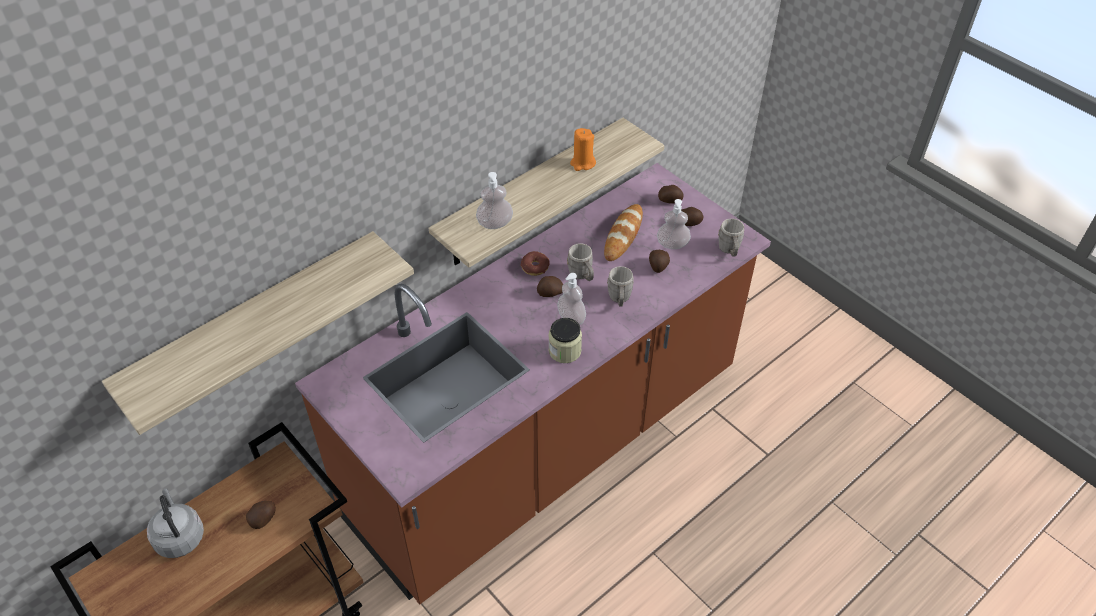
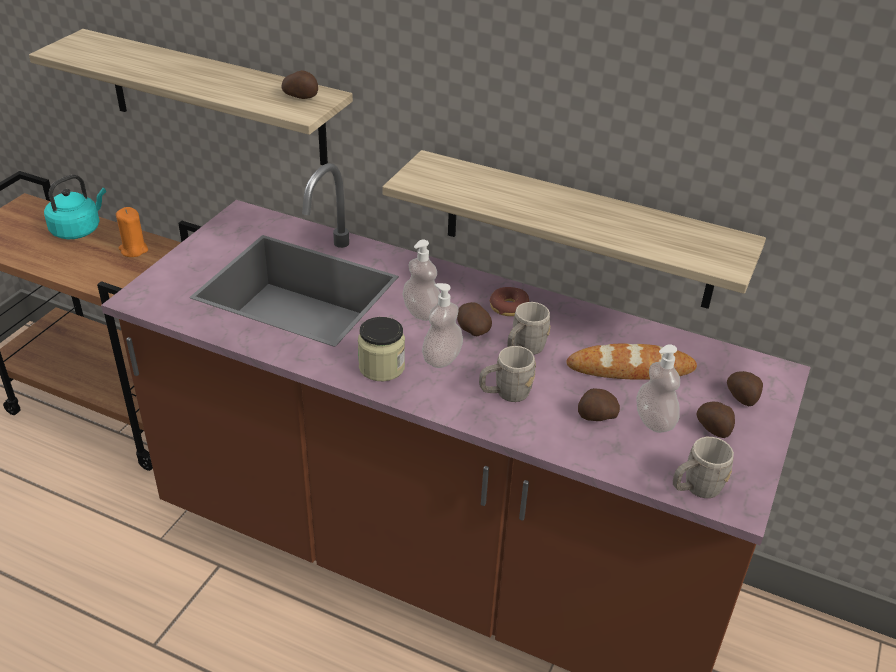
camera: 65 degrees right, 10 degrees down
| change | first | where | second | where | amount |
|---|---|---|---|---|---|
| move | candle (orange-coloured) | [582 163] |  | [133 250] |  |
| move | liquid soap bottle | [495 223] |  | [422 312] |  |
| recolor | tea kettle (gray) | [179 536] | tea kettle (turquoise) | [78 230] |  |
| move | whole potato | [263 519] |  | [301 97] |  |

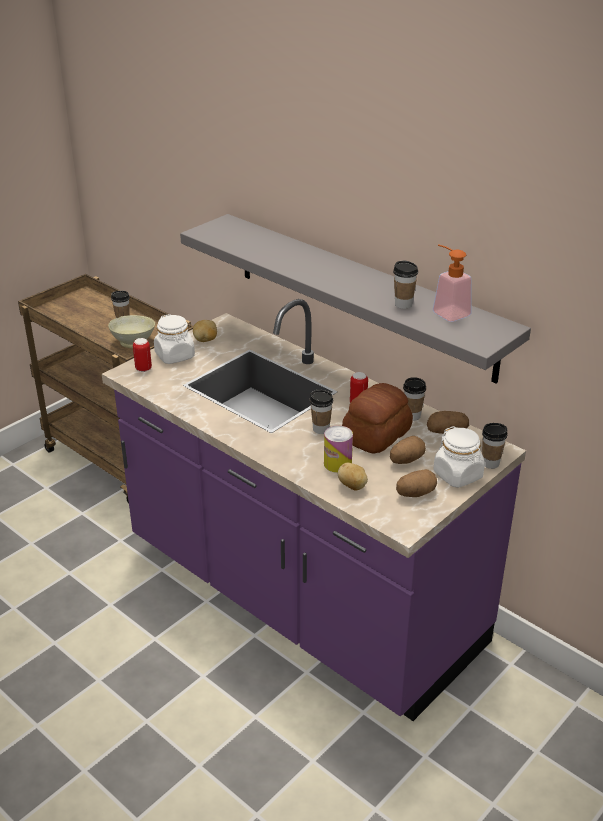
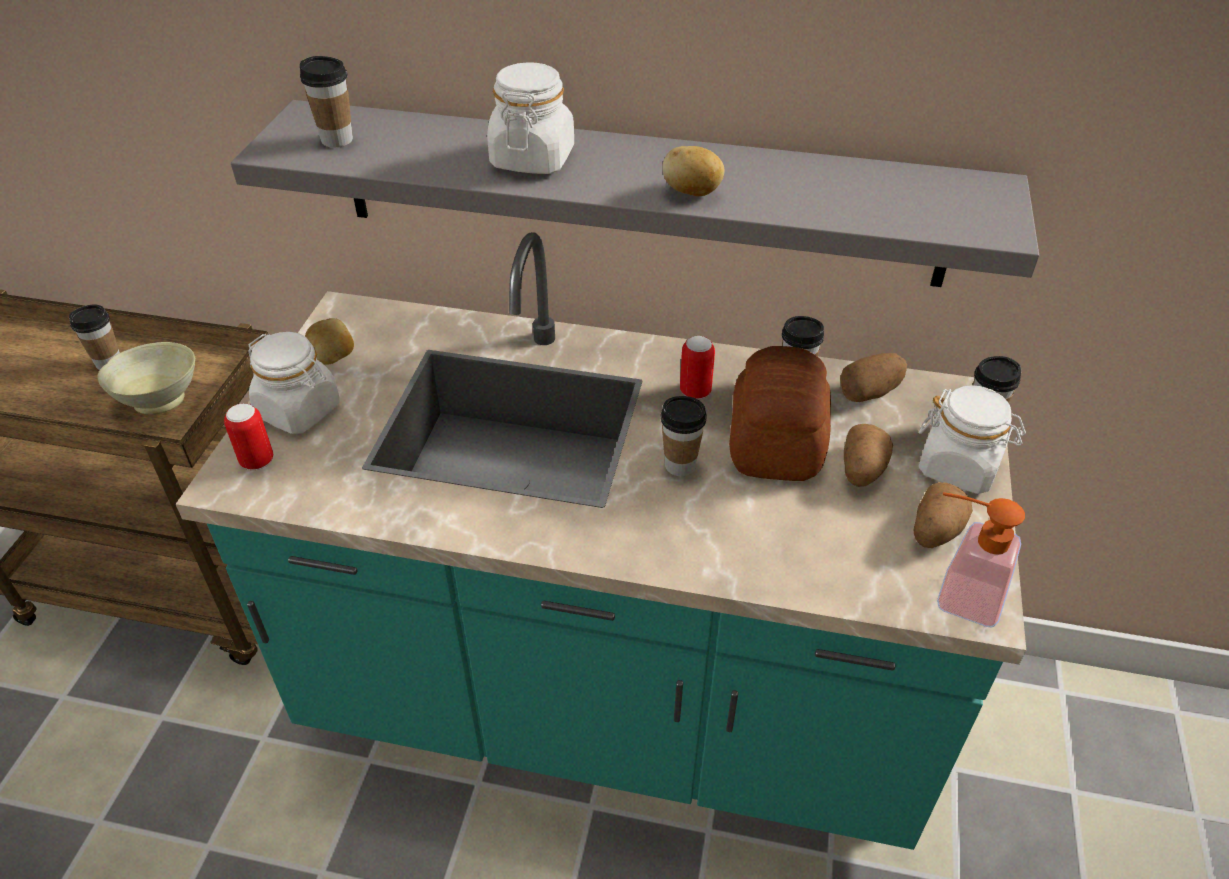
camera: 30 degrees left, 10 degrees up
| change | first | where | second | where | amount |
|---|---|---|---|---|---|
| move | liquid soap bottle | [447 311] |  | [956 595] |  |
| move | small cup | [403 304] |  | [337 140] |  |
| recolor | kitchen base unit (purple-coloured) | [301 596] | kitchen base unit (turquoise) | [614 701] |  |
| delete | sealed can | [337 464] |  |  |  |
| move | whole potato | [352 486] |  | [692 192] |  |
| insert |  |  | preserve jar (white-coloured) | [532 158] |  |

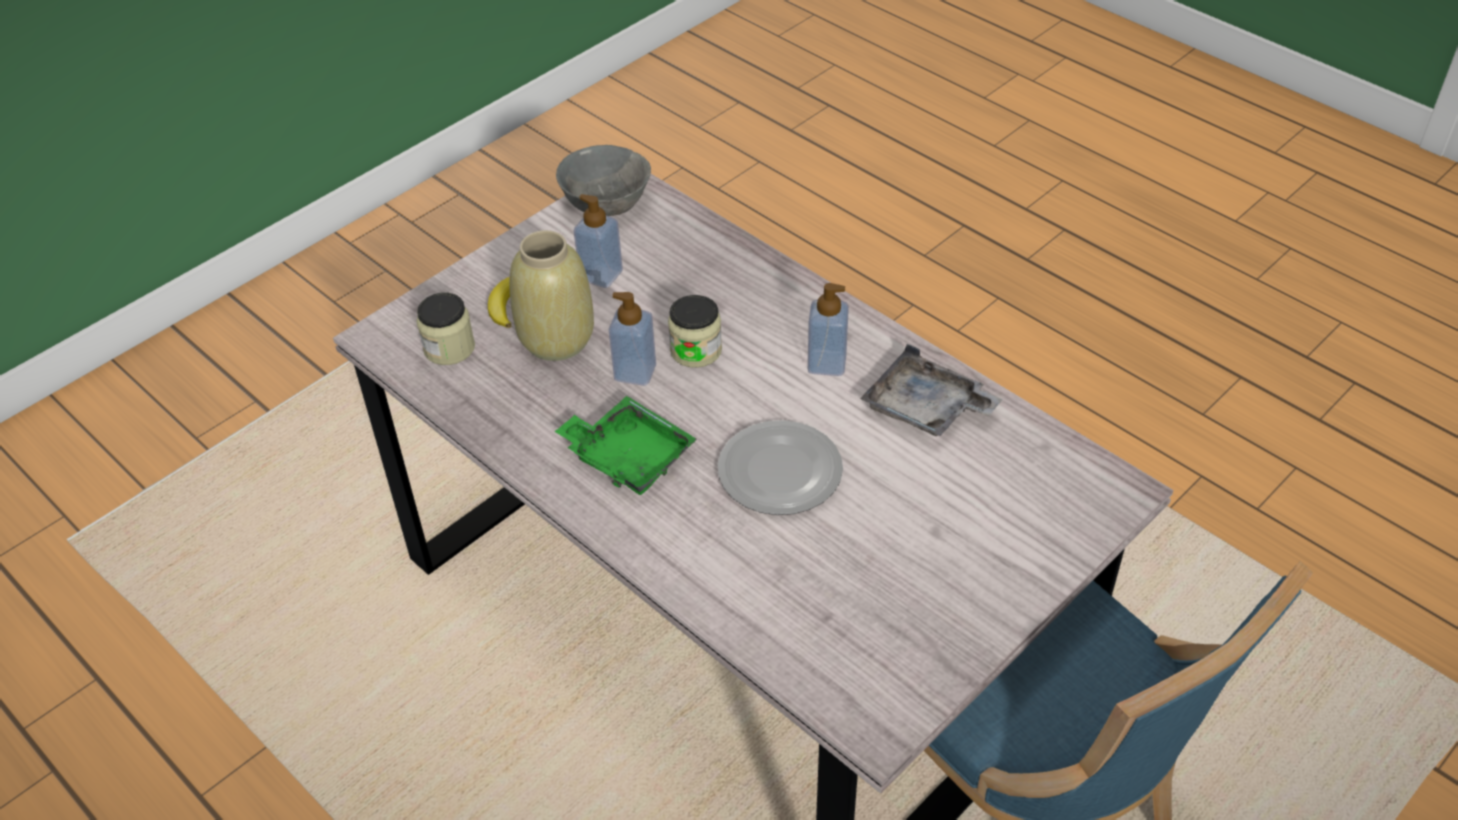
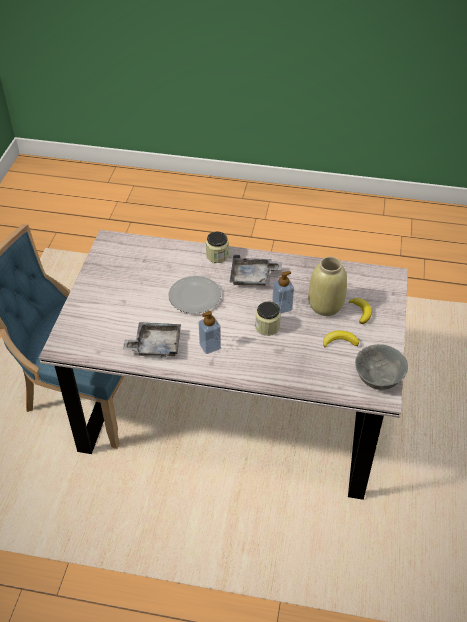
camera: 145 degrees right, 0 degrees up
| change | first | where | second | where | amount |
|---|---|---|---|---|---|
| replace | liquid soap bottle | [601 275] | banana | [340 341] |  |
| move | preserve jar | [449 348] |  | [217 256] |  |
| recolor | tray (greenish) | [628 457] | tray (gray) | [253 277] |  |

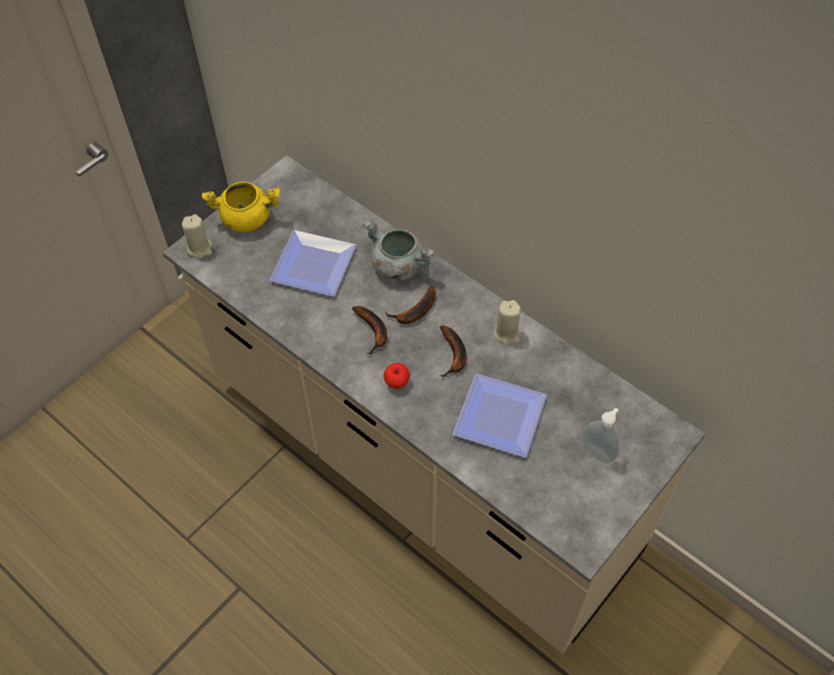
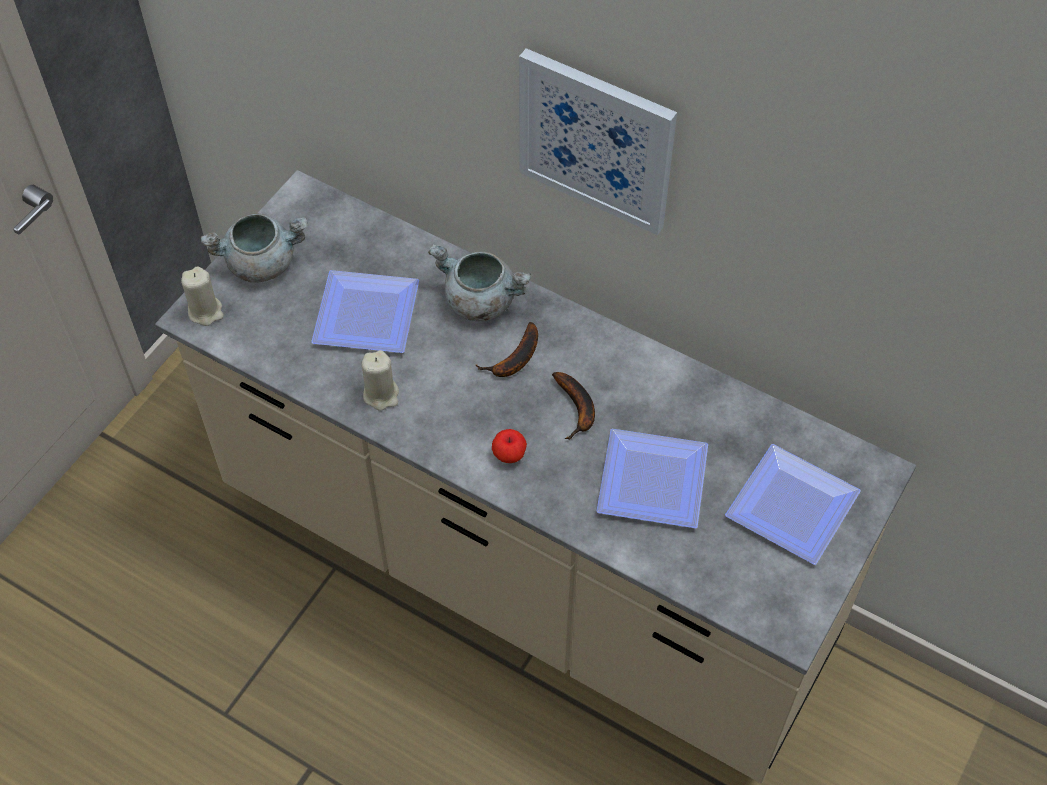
camera: 10 degrees left, 0 degrees up
| change | first | where | second | where | amount |
|---|---|---|---|---|---|
| recolor | saucepot (yellow) | [247 218] | saucepot (gray) | [261 263] |  |
| move | candle (sand-coloured) | [507 333] |  | [381 394] |  |
| delete | banana | [373 331] |  |  |  |
| replace | liquid soap bottle | [598 452] | flat dish | [787 507] |  |
| insert |  |  | wall art | [596 140] |  |

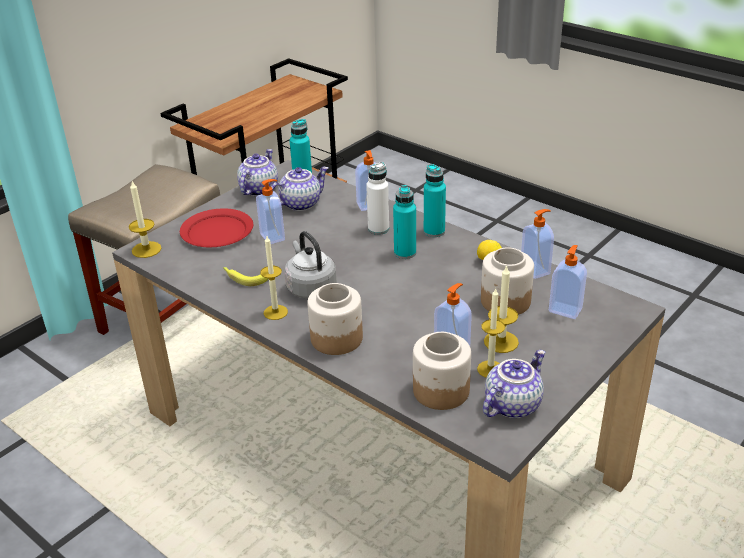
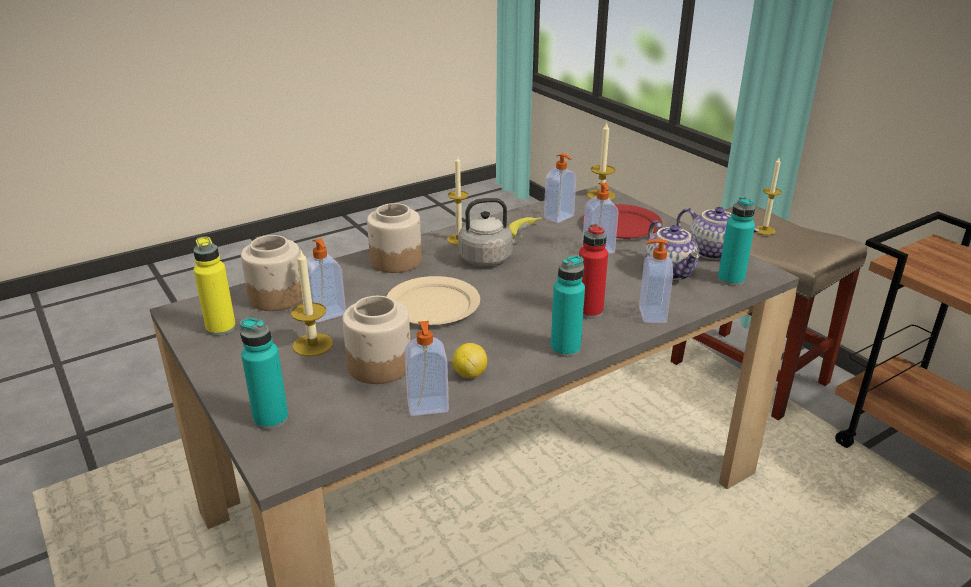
camera: 105 degrees right, 5 degrees down
| change | first | where | second | where | amount |
|---|---|---|---|---|---|
| recolor | bottle (white-coloured) | [378 229] | bottle (red-coloured) | [589 311] |  |
| move | bottle (turquoise) | [405 253] |  | [271 419] |  |
| move | liquid soap bottle | [565 310] |  | [559 217] |  |
| move | candle | [490 369] |  | [764 230] |  |
| replace | pot for tea | [511 404] | bottle (yellow) | [221 328] |  |
| insert |  |  | flat dish (sand-coloured) | [432 305] |  |

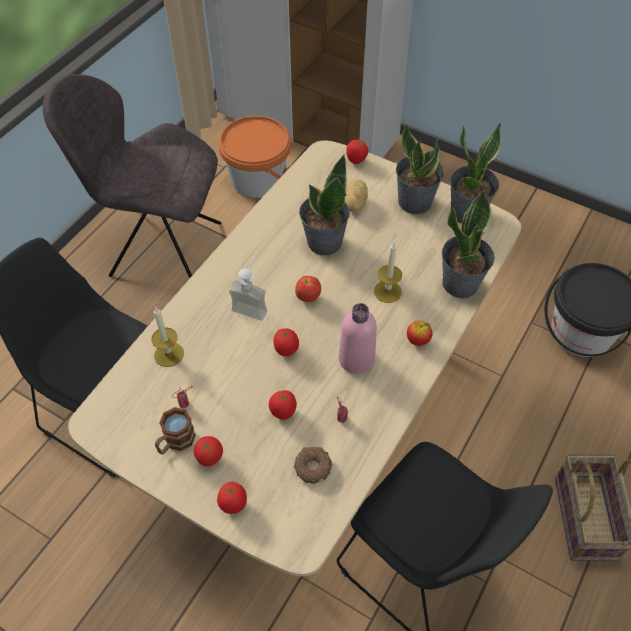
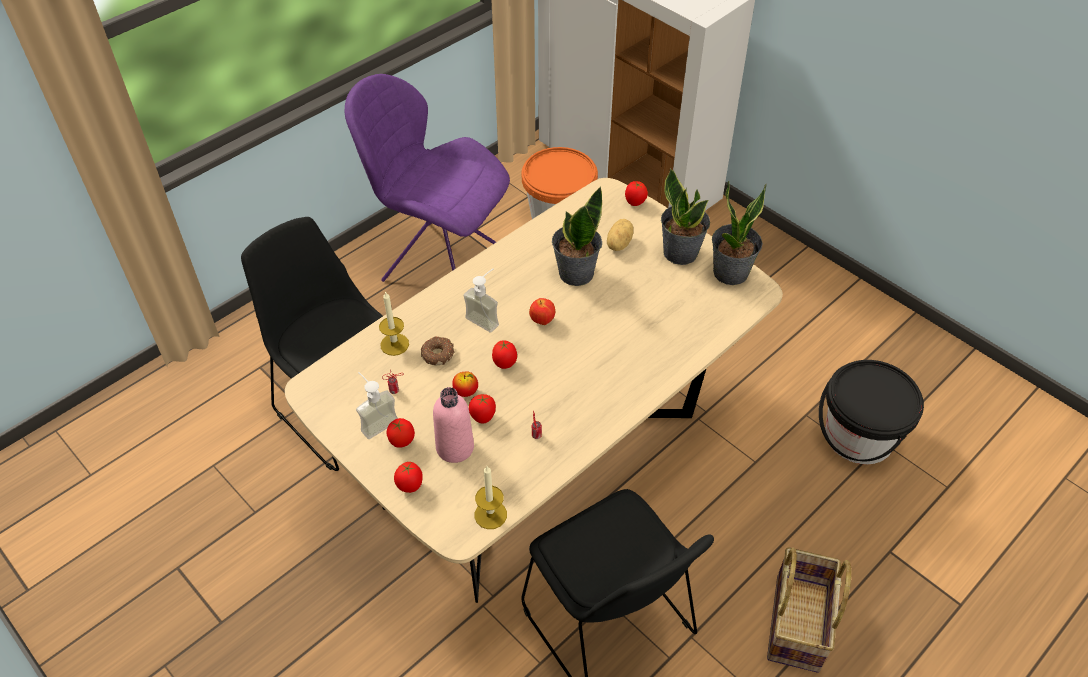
camera: 15 degrees right, 5 degrees down
| change | first | where | second | where | amount |
|---|---|---|---|---|---|
| recolor | upright chair (gray) | [161 248] | upright chair (purple-coloured) | [441 264] |  |
| delete | houseplant | [461 284] |  |  |  |
| move | candle | [387 291] |  | [490 514] |  |
| move | bottle (pink) | [356 359] |  | [455 447] |  |
| move | apple fruit | [418 340] |  | [466 392] |  |
| replace | coffee mug | [175 442] | liquid soap bottle | [375 421] |  |
| move | doughnut | [312 467] |  | [438 354] |  |

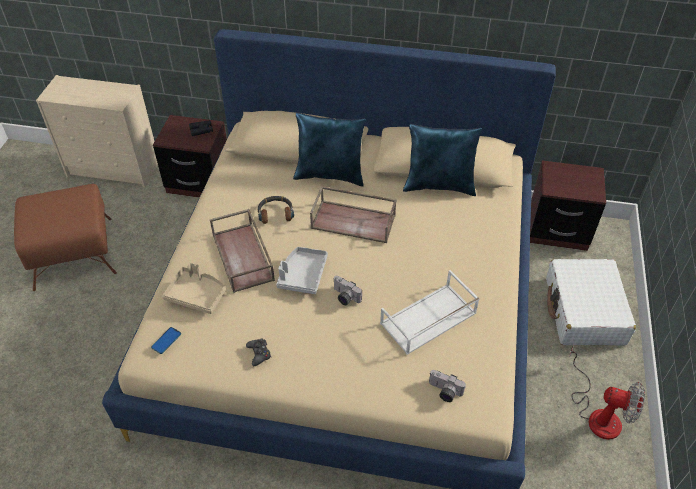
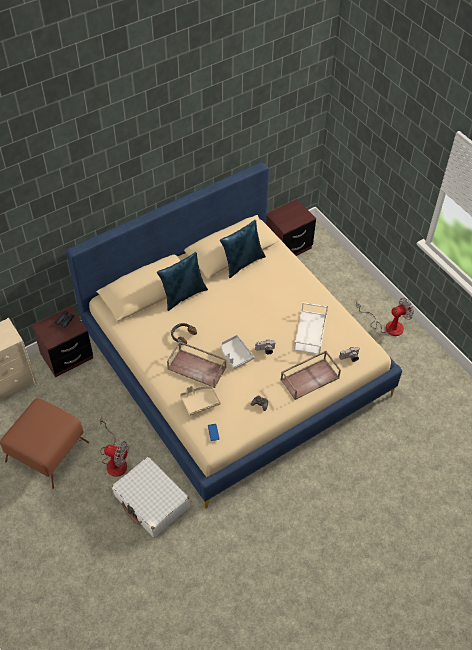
camera: 45 degrees left, 5 degrees up
| change | first | where | second | where | amount |
|---|---|---|---|---|---|
| move | tray (brown-coloured) | [354 221] |  | [310 378] |  |
| move | suitcase (white-coloured) | [584 311] |  | [152 502] |  |
| insert |  |  | cooling fan | [114 460] |  |

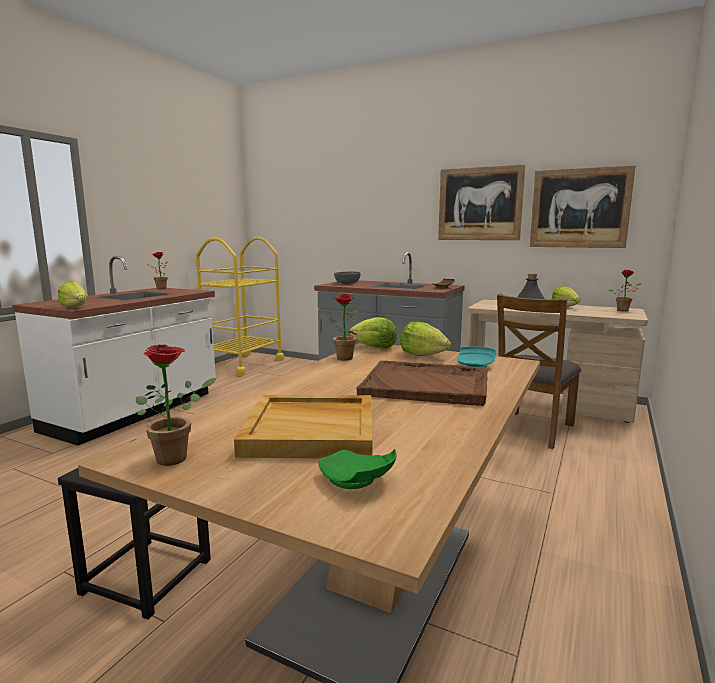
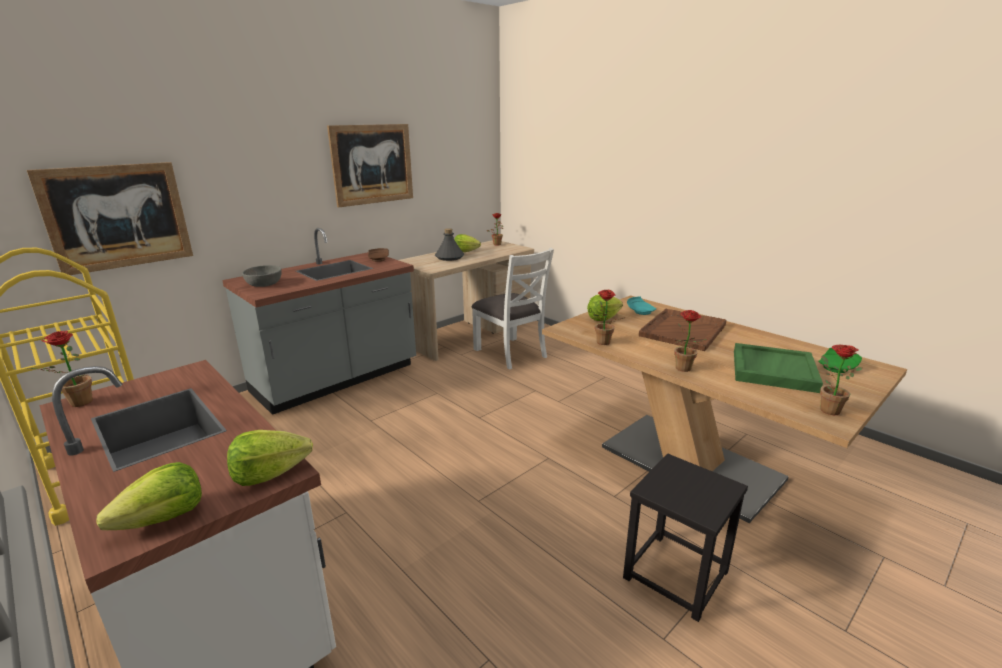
camera: 70 degrees left, 10 degrees up
| change | first | where | second | where | amount |
|---|---|---|---|---|---|
| move | wall art | [579 208] |  | [118 217] |  |
| recolor | upright chair (brown-coloured) | [531 429] | upright chair (white-coloured) | [511 353] |  |
| move | head of lettuce | [374 347] |  | [164 519] |  |
| recolor | tray (sand-coloured) | [312 430] | tray (greenish) | [772 370] |  |
| insert |  |  | houseplant | [684 370] |  |

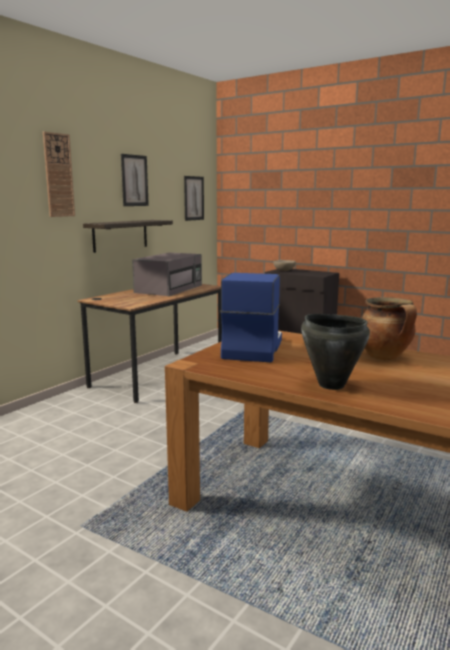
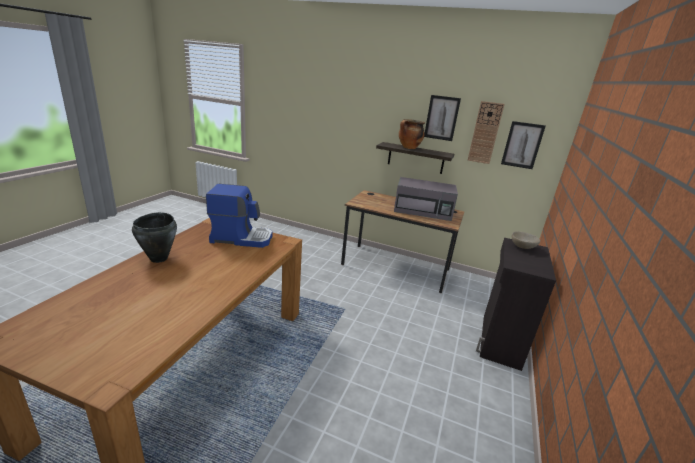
camera: 75 degrees right, 10 degrees up
| change | first | where | second | where | amount |
|---|---|---|---|---|---|
| move | clock on the wall | [58 175] |  | [485 133] |  |
| move | saucepot | [385 357] |  | [409 148] |  |

